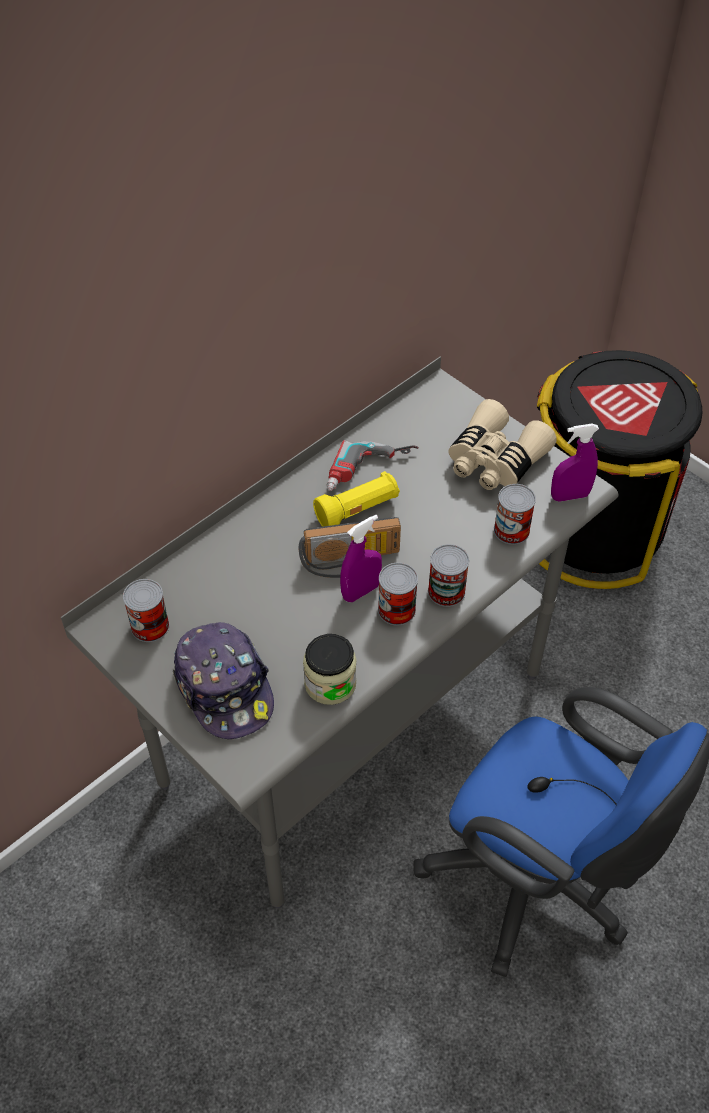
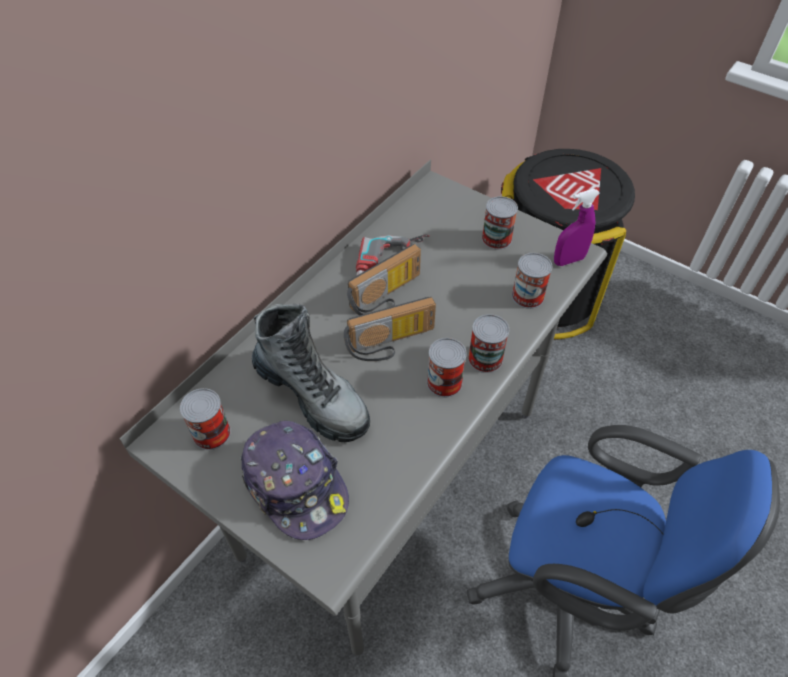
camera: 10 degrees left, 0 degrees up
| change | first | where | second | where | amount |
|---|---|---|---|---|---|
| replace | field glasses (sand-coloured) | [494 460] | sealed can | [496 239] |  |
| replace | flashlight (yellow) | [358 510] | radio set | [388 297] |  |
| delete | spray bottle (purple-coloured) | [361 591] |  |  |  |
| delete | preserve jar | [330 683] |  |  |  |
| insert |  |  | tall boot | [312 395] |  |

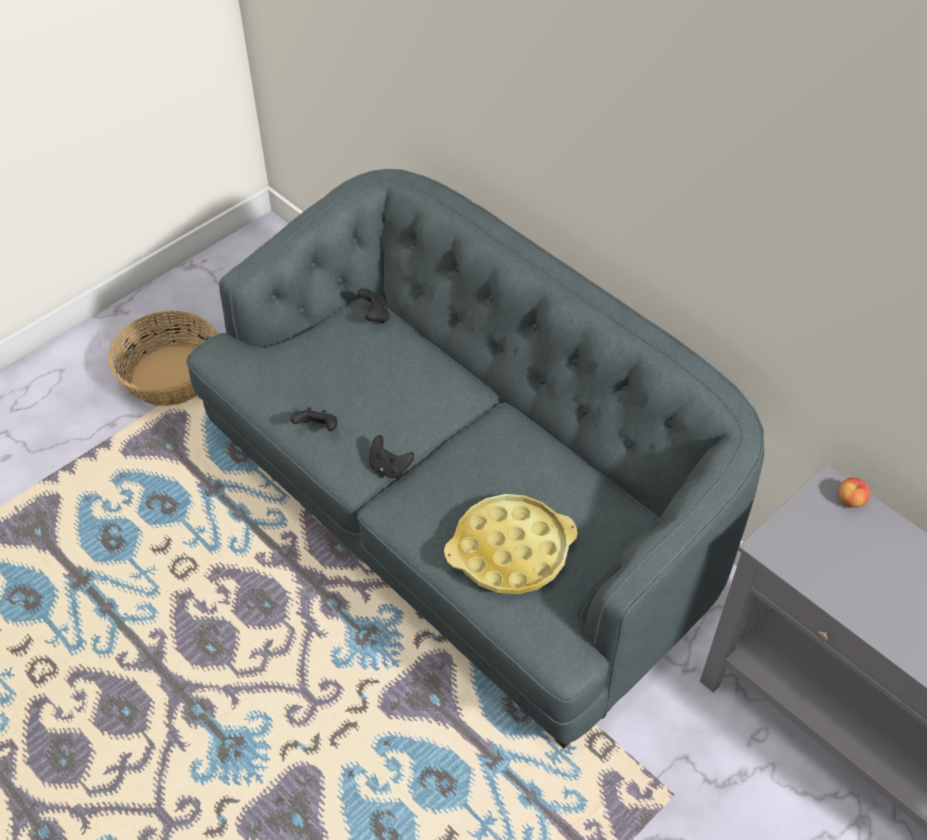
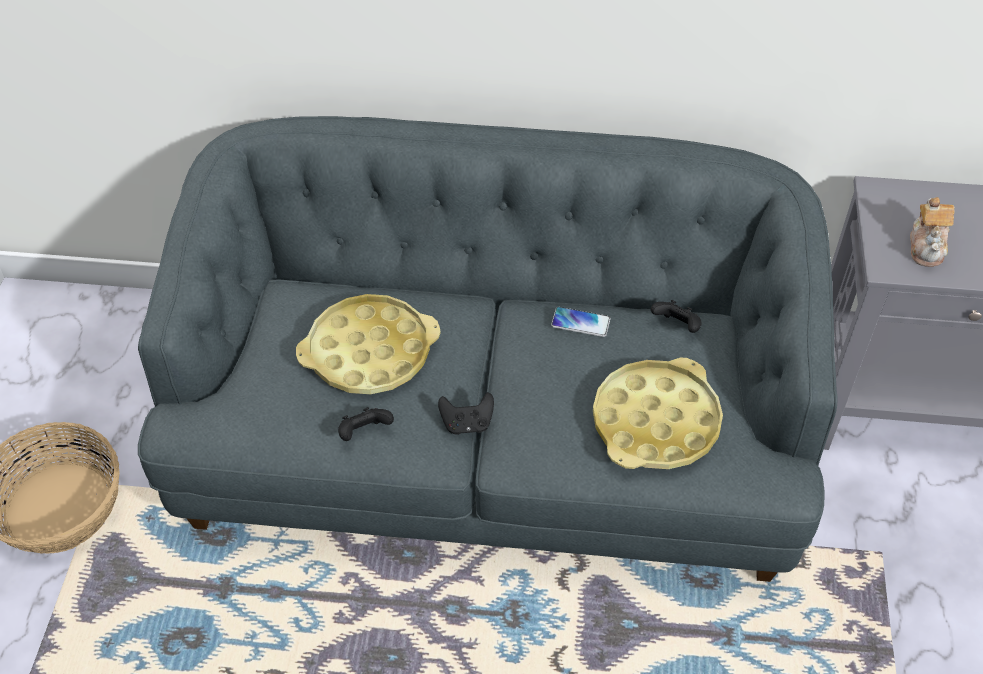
camera: 40 degrees left, 0 degrees up
| change | first | where | second | where | amount |
|---|---|---|---|---|---|
| move | game controller (black-coloured) | [375 316] |  | [676 326] |  |
| delete | apple fruit | [850 500] |  |  |  |
| insert |  |  | pot for tea | [927 246] |  |
| insert |  |  | tray (yellow) | [369 352] |  |
| insert |  |  | telephone | [580 322] |  |

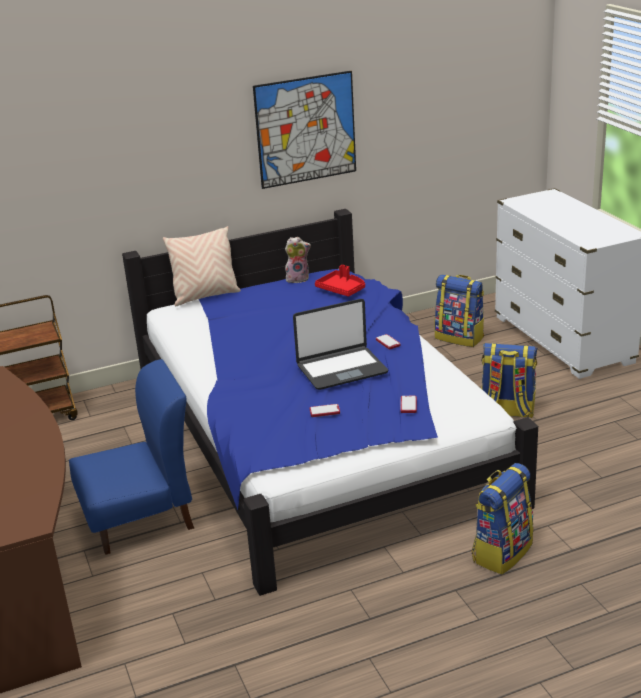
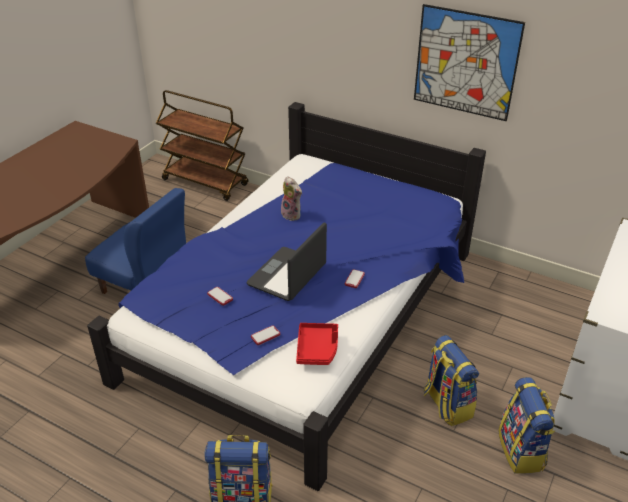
camera: 50 degrees right, 10 degrees up
| change | first | where | second | where | amount |
|---|---|---|---|---|---|
| delete | pillow (sand-coloured) | [205 296] |  |  |  |
| move | cuddly toy | [298 279] |  | [292 215] |  |
| move | tray (red-coloured) | [342 289] |  | [317 349] |  |
| move | backpack | [460 337] |  | [521 451] |  |
| rotate | portable computer | [341 369] |  | [288 275] | 90 degrees clockwise |

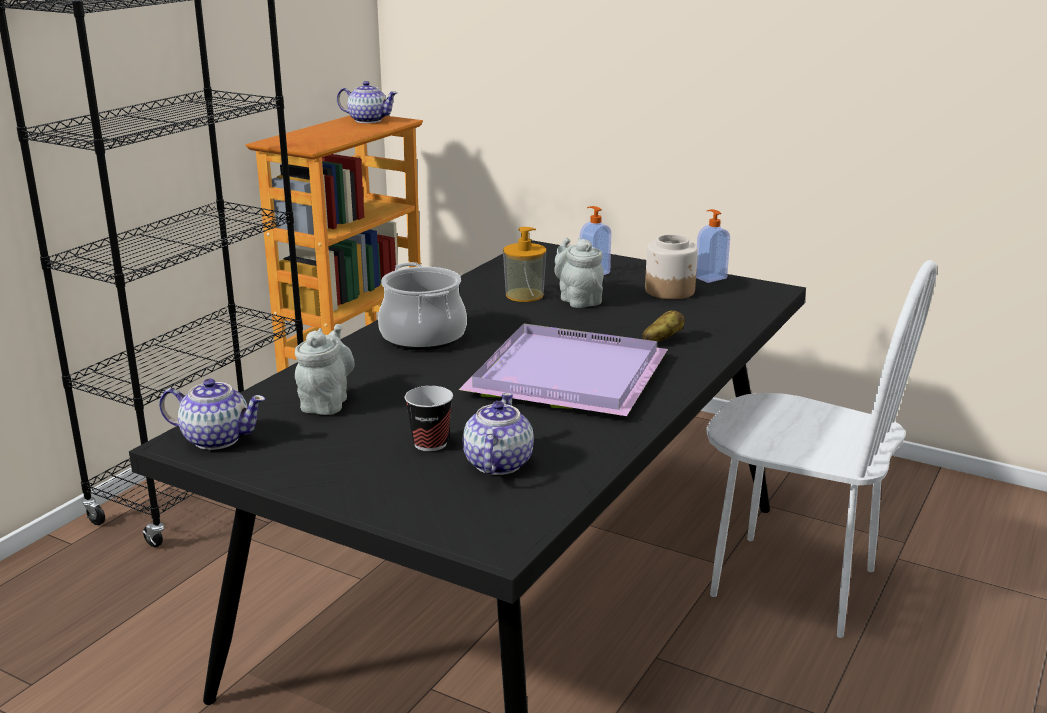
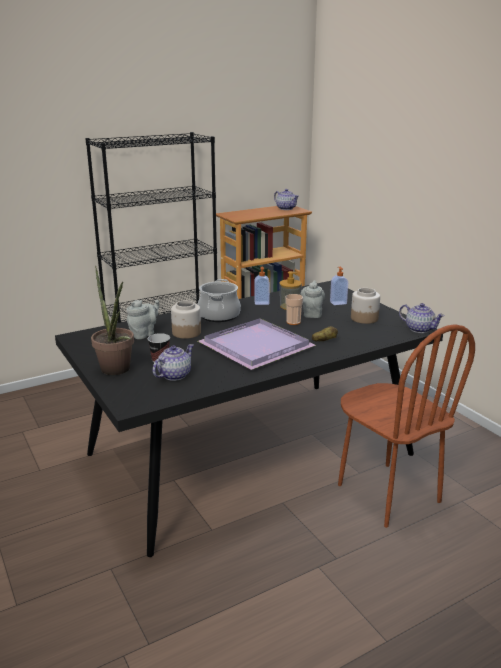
camera: 30 degrees right, 0 degrees up
| change | first | where | second | where | amount |
|---|---|---|---|---|---|
| move | liquid soap bottle | [710 277] |  | [261 302] |  |
| recolor | upright chair (white-coloured) | [793 583] | upright chair (brown-coloured) | [387 493] |  |
| move | pot for tea | [216 439] |  | [419 329] |  |
| insert |  |  | houseplant | [117 371] |  |
| insert |  |  | small cup | [293 322] |  |
| insert |  |  | preserve jar | [186 333] |  |

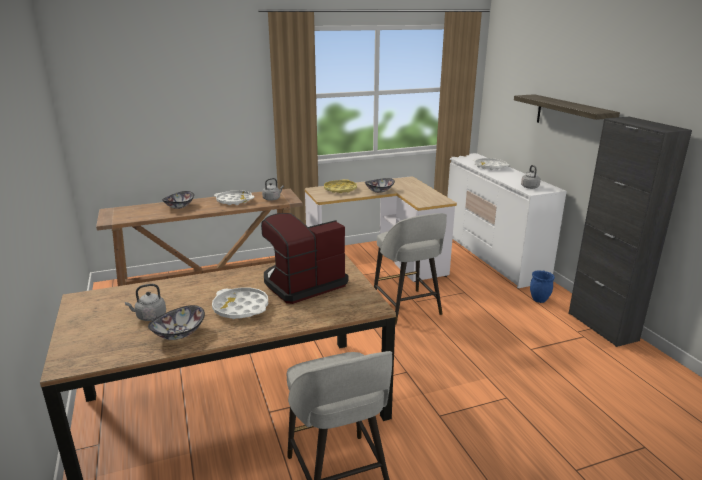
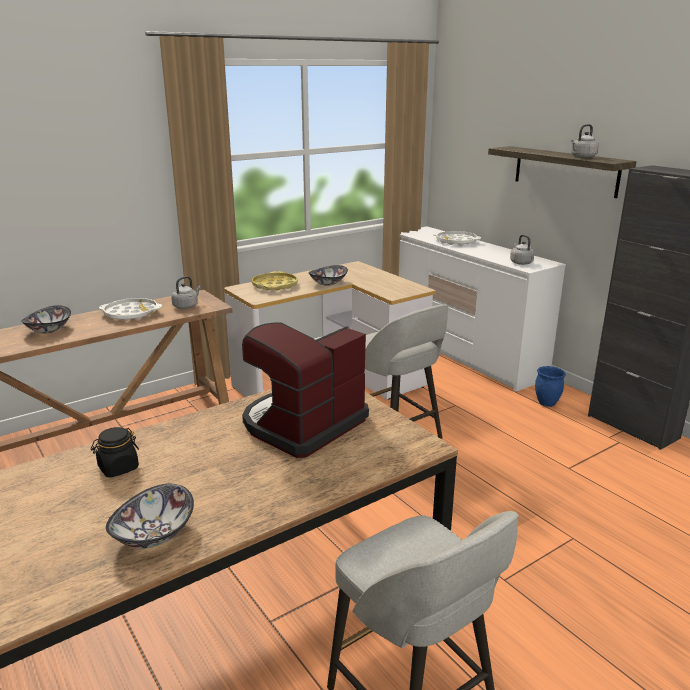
camera: 15 degrees left, 0 degrees up
| change | first | where | second | where | amount |
|---|---|---|---|---|---|
| move | tea kettle (gray) | [149 316] |  | [582 157] |  |
| delete | tray (white-coloured) | [241 308] |  |  |  |
| insert |  |  | preserve jar (black-coloured) | [118 468] |  |

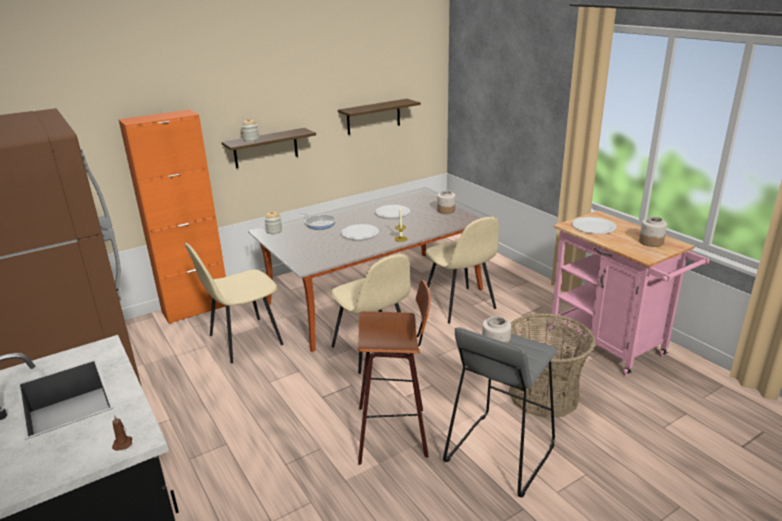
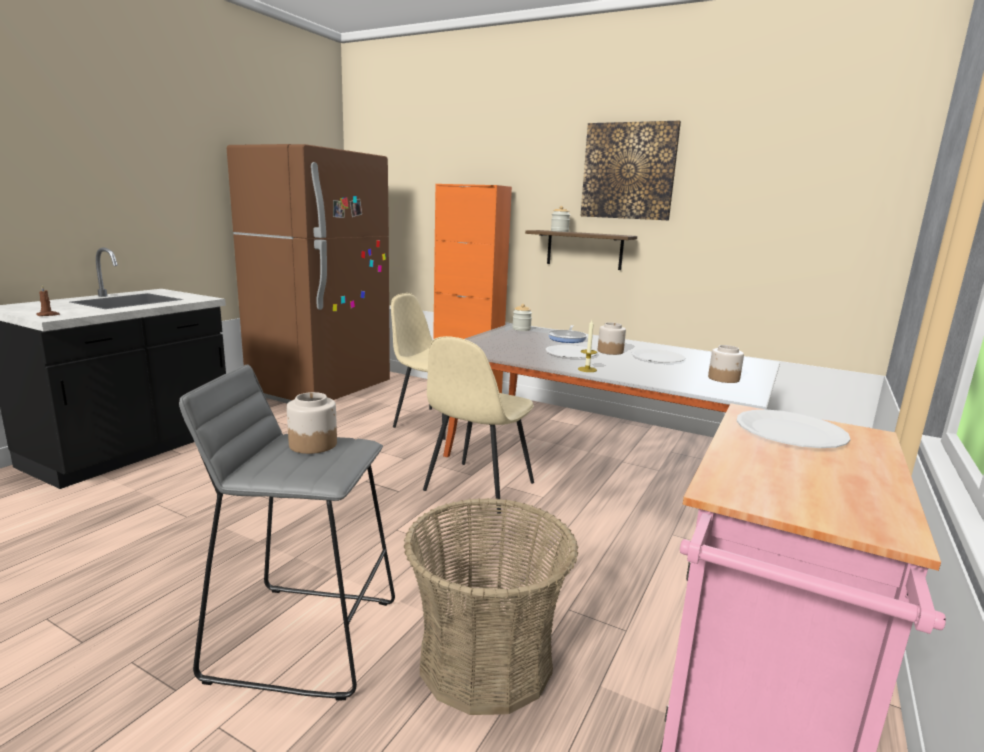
camera: 60 degrees right, 10 degrees down
| change | first | where | second | where | amount |
|---|---|---|---|---|---|
| delete | bracket shelf | [373 117] |  |  |  |
| move | preserve jar | [650 242] |  | [610 351] |  |
| delete | upright chair (sand-coloured) | [459 306] |  |  |  |
| delete | sitting stool | [395 432] |  |  |  |
| insert |  |  | wall art | [628 171] |  |

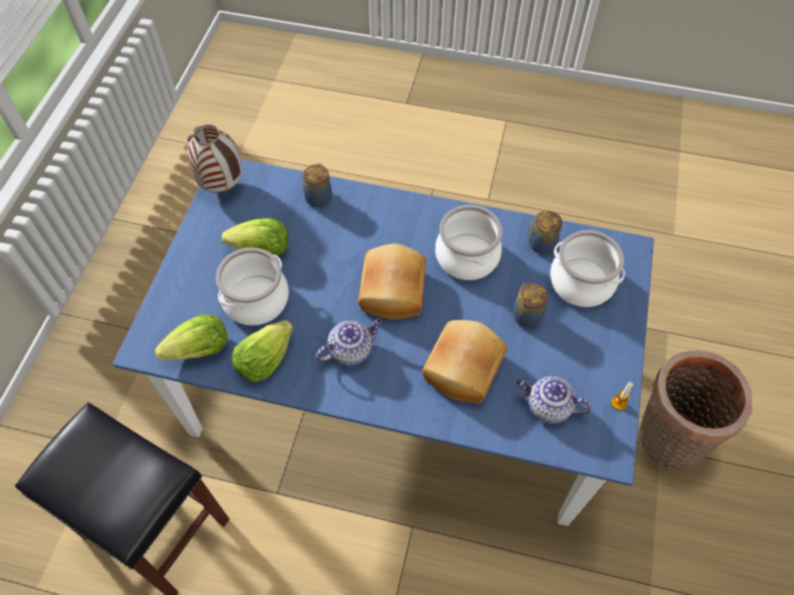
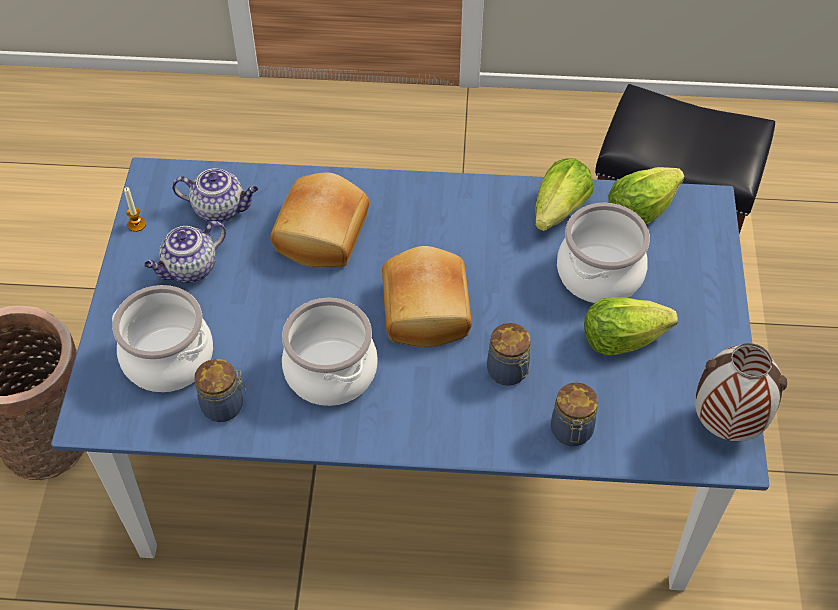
camera: 170 degrees right, 5 degrees down
| change | first | where | second | where | amount |
|---|---|---|---|---|---|
| move | preserve jar | [526 315] |  | [508 372] |  |
| move | pot for tea | [351 350] |  | [190 269] |  |

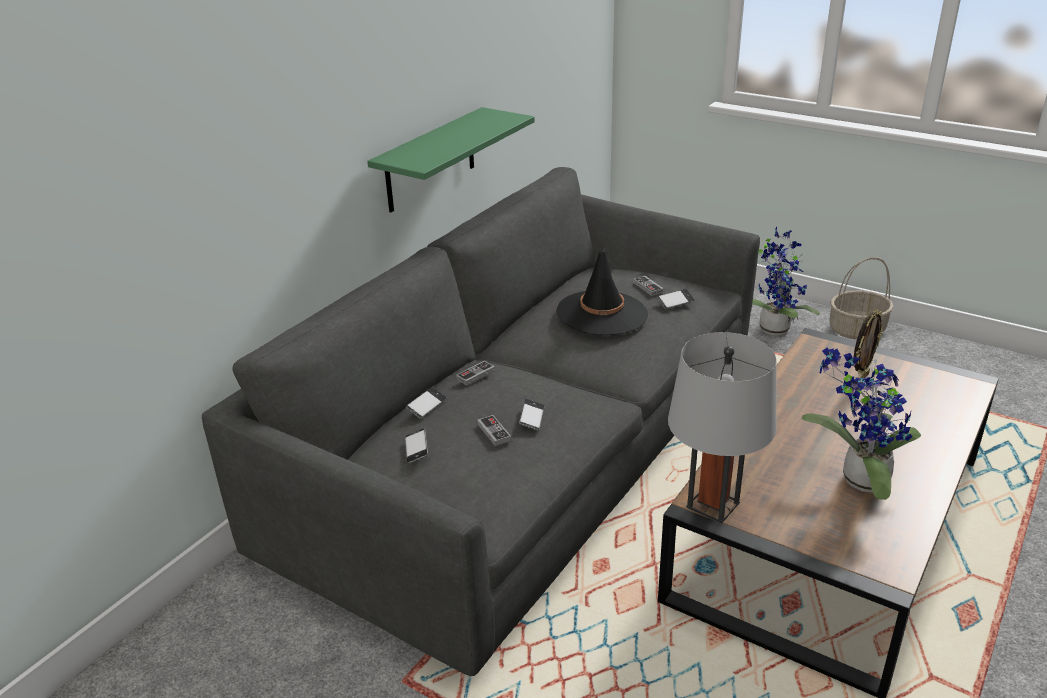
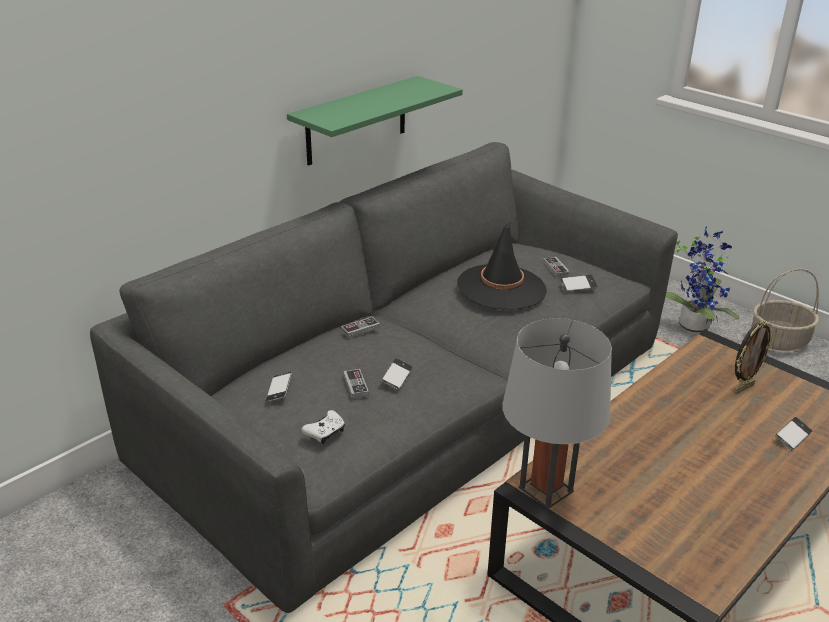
camera: 10 degrees right, 0 degrees up
| change | first | where | second | where | amount |
|---|---|---|---|---|---|
| delete | houseplant | [858 480] |  |  |  |
| move | telephone | [426 406] |  | [792 436] |  |
| insert |  |  | game controller (white-coloured) | [325 432] |  |

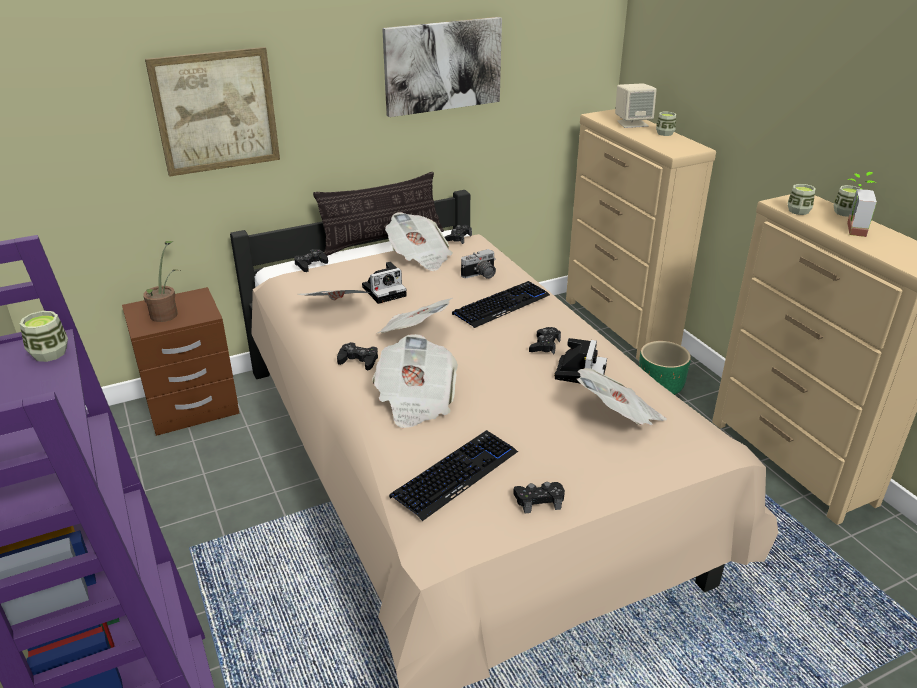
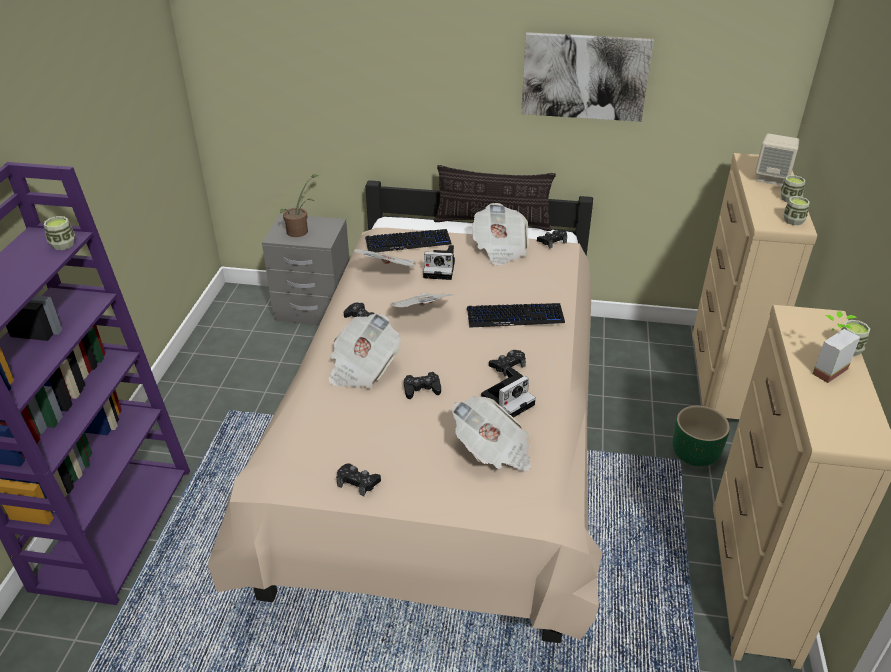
camera: 35 degrees right, 5 degrees up
| change | first | where | second | where | amount |
|---|---|---|---|---|---|
| delete | wall art | [216 111] |  |  |  |
| move | small cup | [798 211] |  | [793 221] |  |
| move | game controller (black-coloured) | [310 264] |  | [422 389] |  |
| delete | still camera | [480 275] |  |  |  |
| recolor | bedside table (brown-coloured) | [192 407] | bedside table (gray) | [314 309] |  |
| move | keyboard | [455 475] |  | [408 242] |  |

